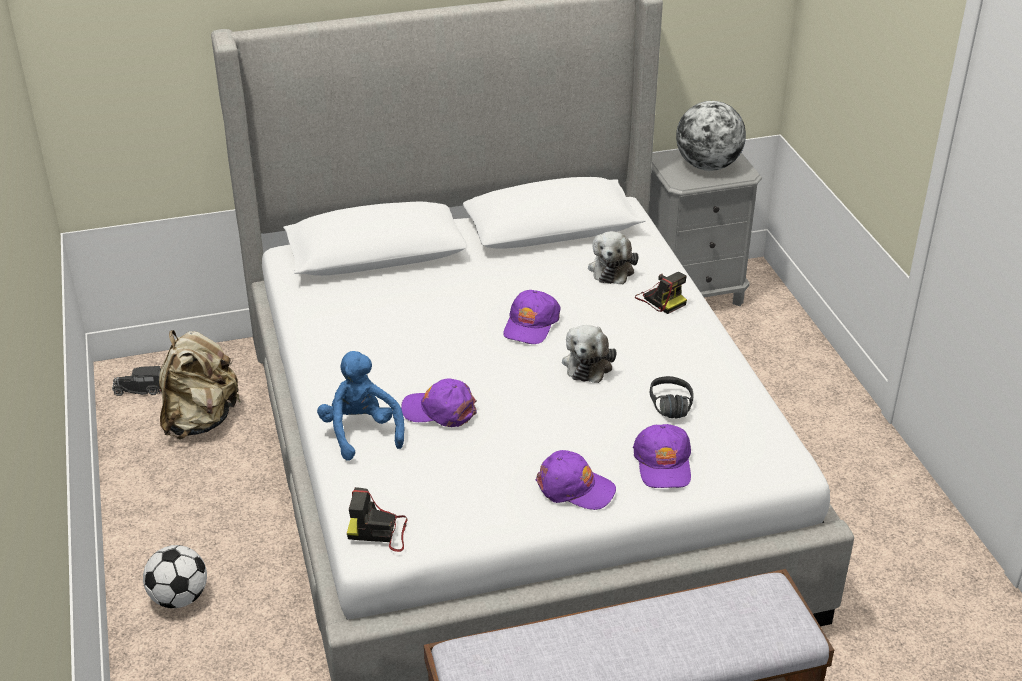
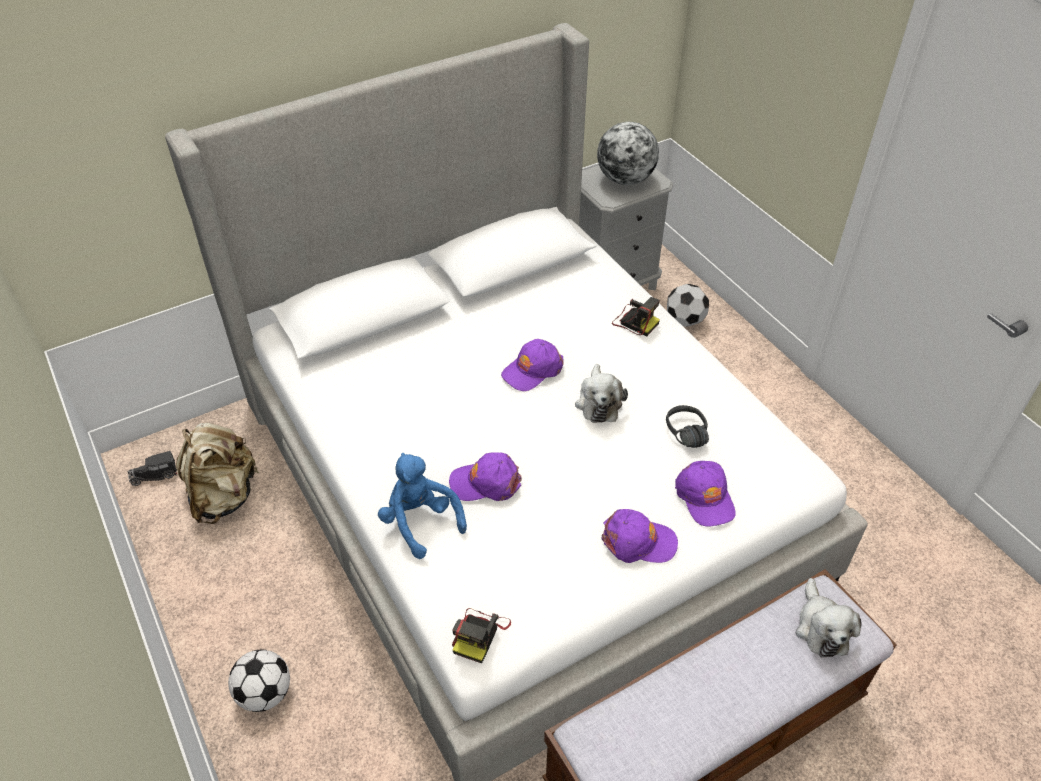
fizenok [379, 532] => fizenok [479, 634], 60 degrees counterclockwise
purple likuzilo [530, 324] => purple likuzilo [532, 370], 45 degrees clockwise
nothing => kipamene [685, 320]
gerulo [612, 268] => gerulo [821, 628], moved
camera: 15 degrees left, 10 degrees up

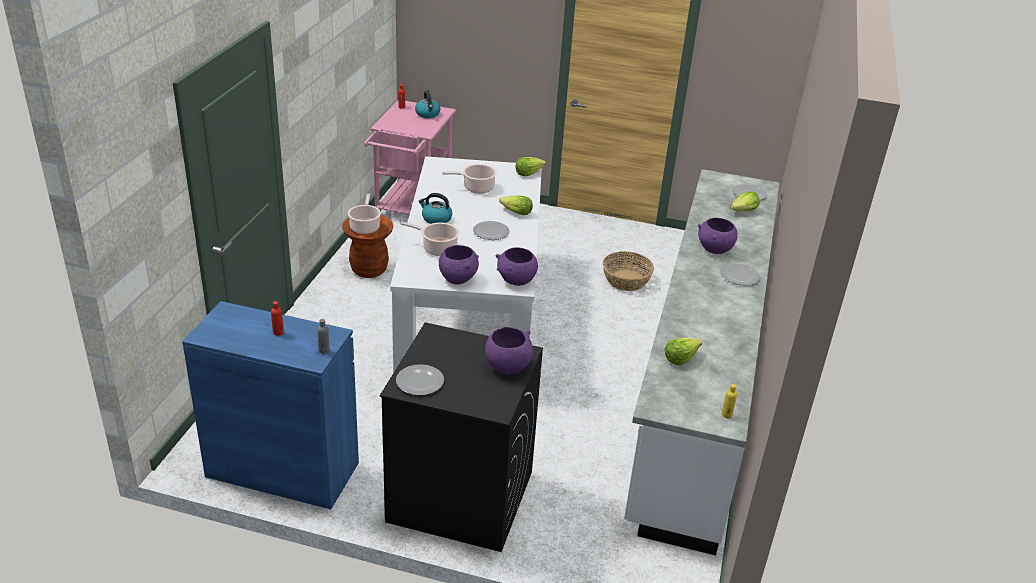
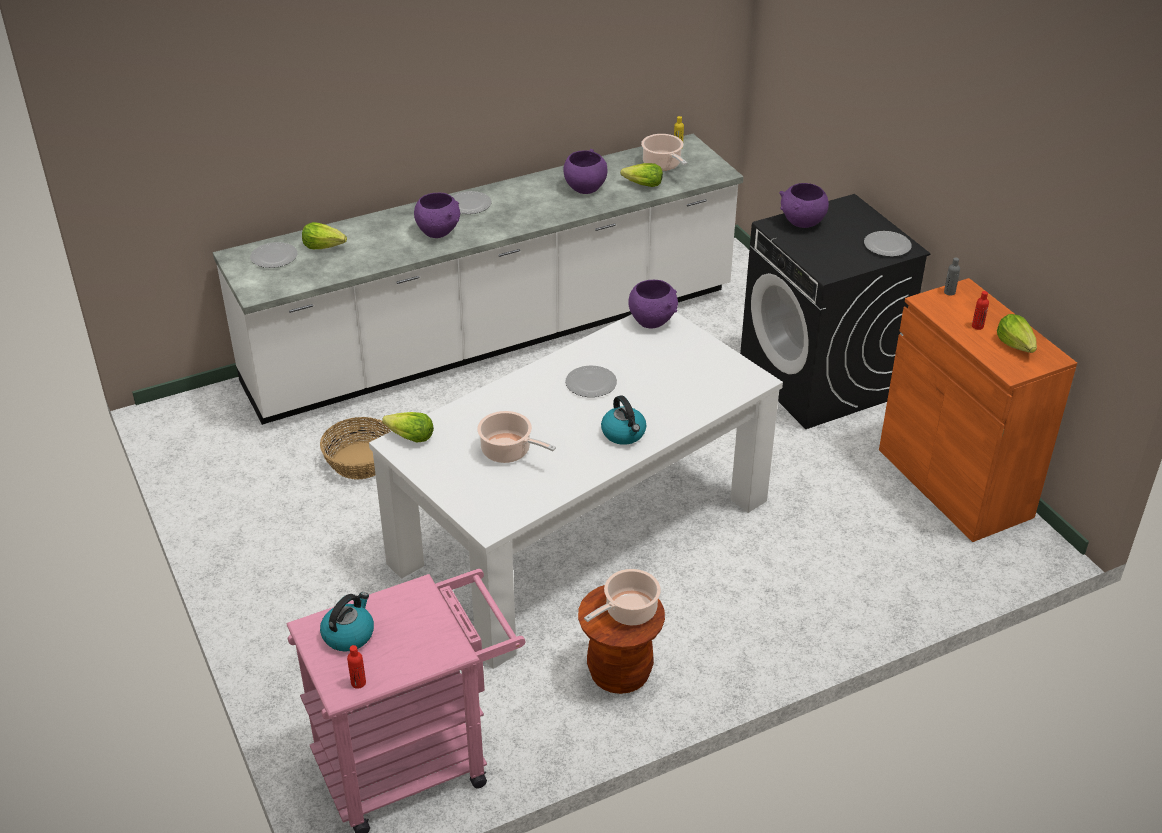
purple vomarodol [458, 279] => purple vomarodol [585, 188], moved
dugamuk [437, 248] => dugamuk [663, 165], moved
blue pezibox [283, 470] => orange pezibox [954, 483]
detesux [516, 212] => detesux [1016, 345], moved
camera: 130 degrees left, 5 degrees up

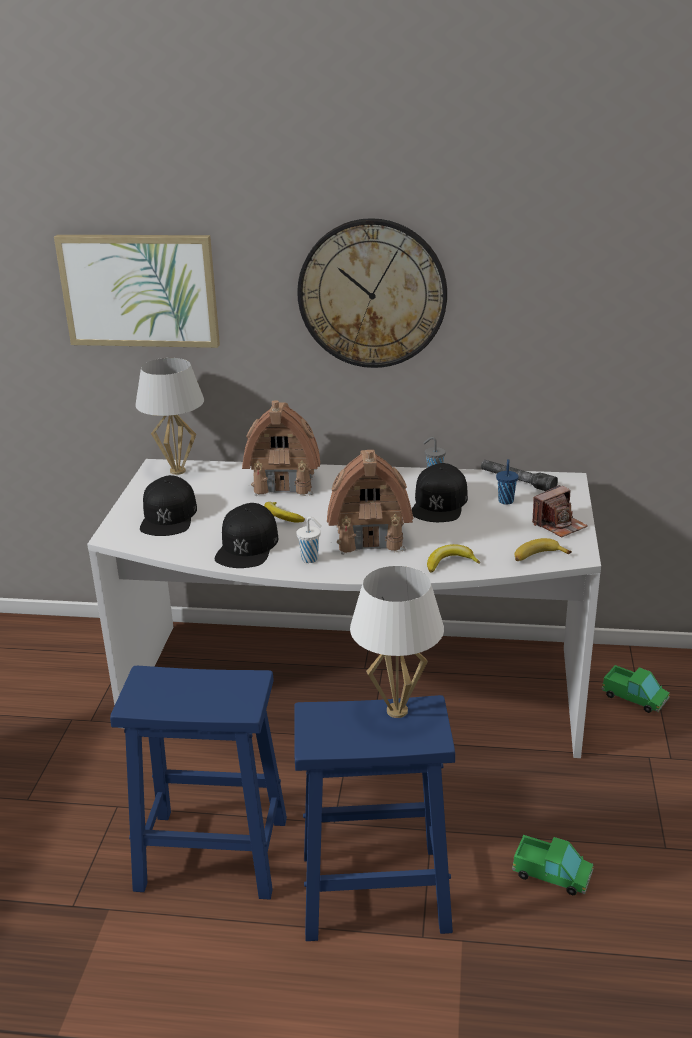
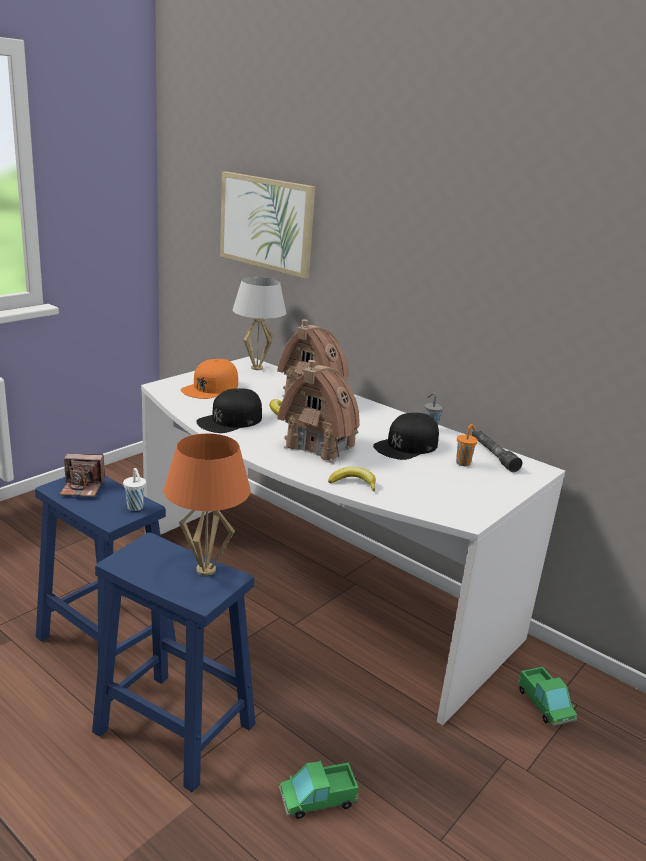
fizenok [559, 525] => fizenok [82, 487], moved
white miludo [310, 559] => white miludo [135, 508], moved
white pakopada [397, 711] => orange pakopada [205, 570]
black likuzilo [169, 516] => orange likuzilo [210, 388]
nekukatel [552, 874] => nekukatel [317, 799], 105 degrees clockwise
blue miludo [506, 500] => orange miludo [463, 463]
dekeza [372, 294] => nothing
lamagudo [538, 557] => nothing
camera: 30 degrees right, 5 degrees down

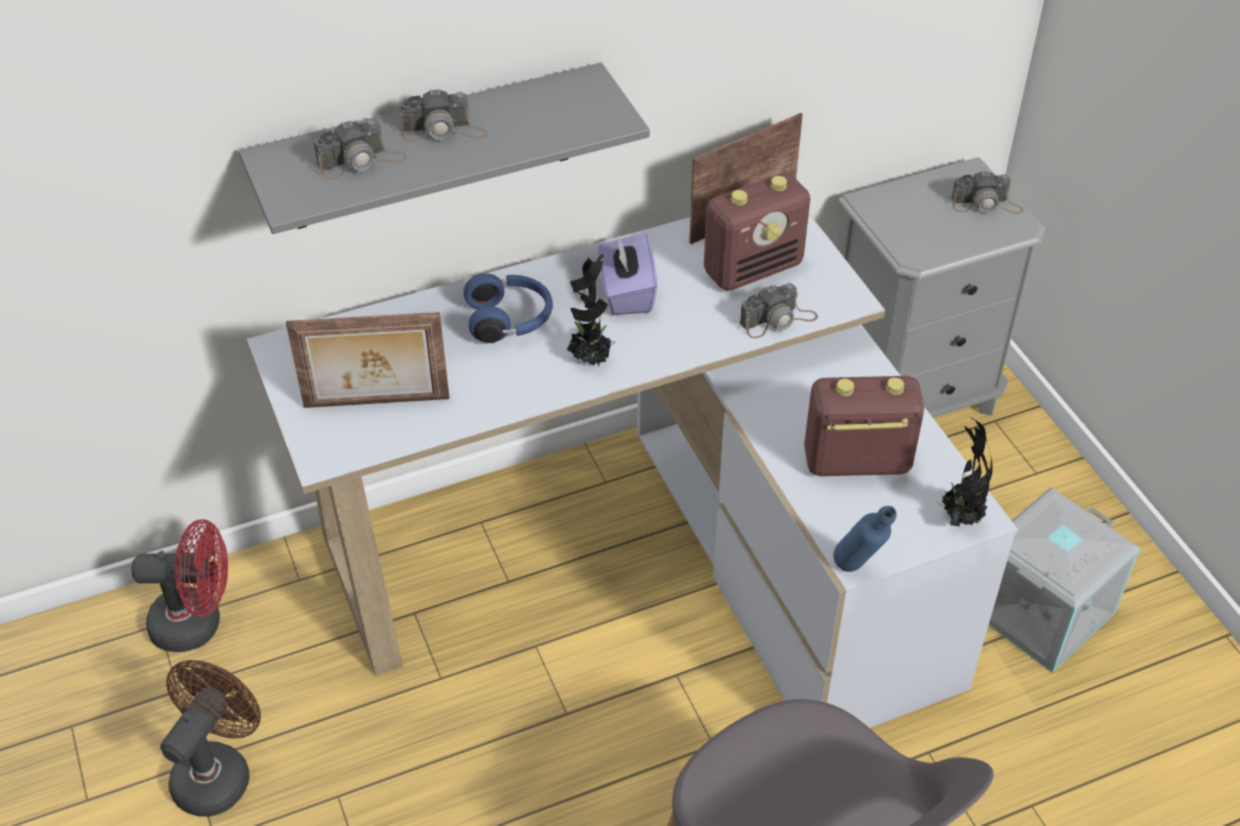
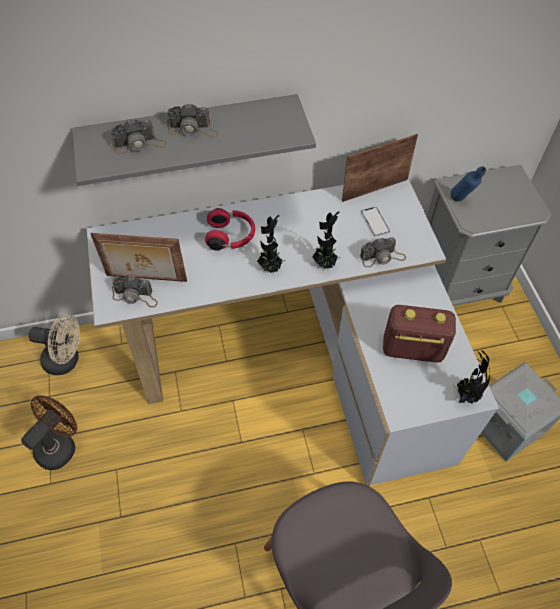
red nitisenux [198, 623] => beige nitisenux [67, 360]
fizenok [986, 204] => fizenok [136, 296], moved
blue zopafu [510, 320] => red zopafu [231, 236]
nothing => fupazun [325, 264]
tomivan [753, 268] => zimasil [375, 222]
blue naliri [858, 572] => blue naliri [461, 202], moved
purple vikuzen [626, 293] => nothing
camera: 10 degrees right, 10 degrees up

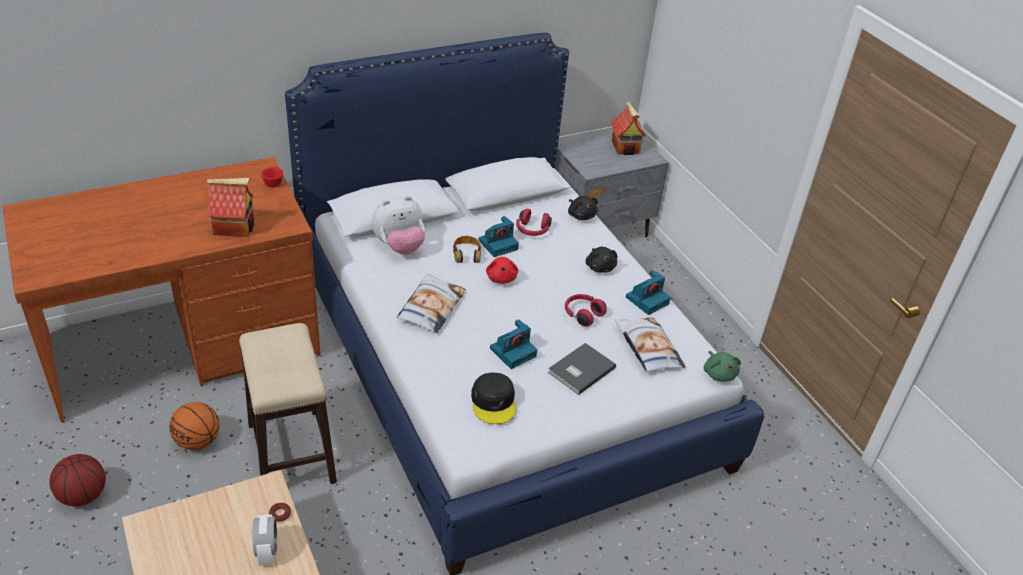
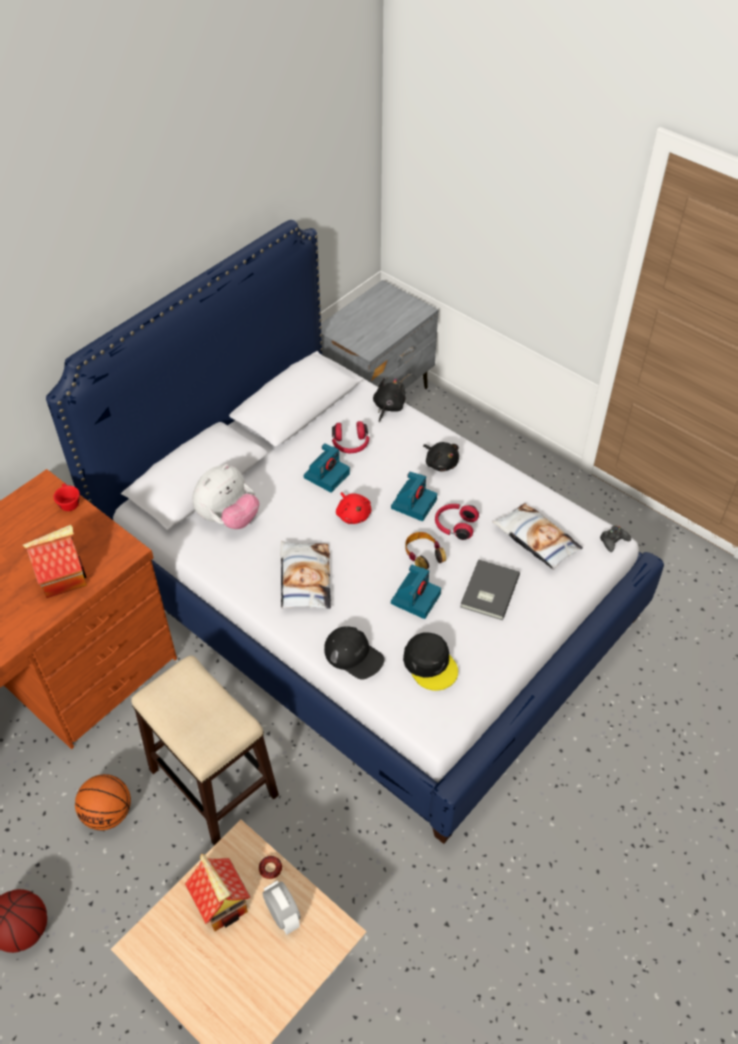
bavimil [626, 147] => bavimil [222, 903], moved
nothing => black likuzilo [354, 655]
black gerulo [581, 215] => black gerulo [388, 407], 105 degrees counterclockwise
fizenok [647, 300] => fizenok [414, 503], moved
zopafu [466, 254] => zopafu [423, 554], moved
green gerulo [719, 373] => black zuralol [613, 541]
camera: 20 degrees left, 10 degrees up

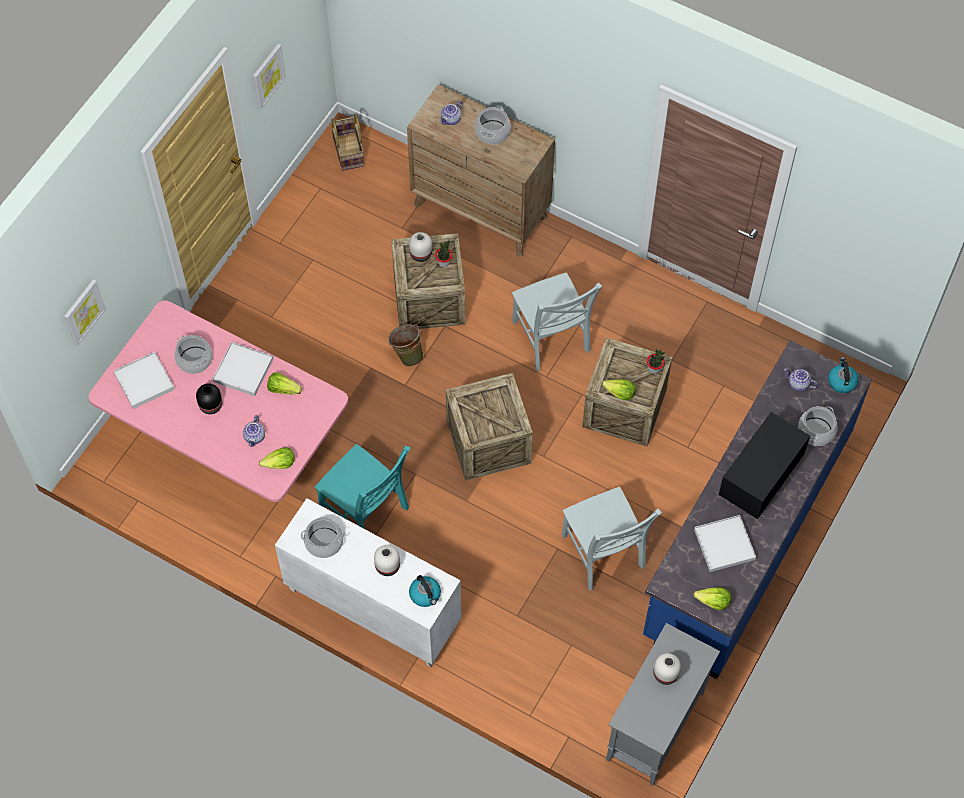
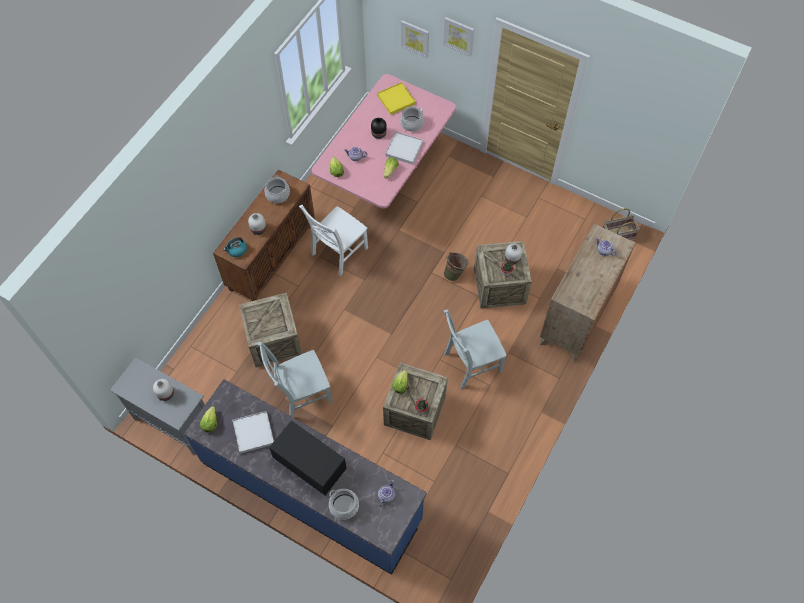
white pezibox [371, 608] => brown pezibox [271, 257]
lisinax [488, 442] => lisinax [273, 340], moved
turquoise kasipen [367, 512] => white kasipen [337, 252]
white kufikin [144, 382] => yellow kufikin [396, 100]
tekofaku [268, 75] => tekofaku [458, 36], moved
dugamuk [493, 132] => nothing
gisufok [841, 381] => nothing
camera: 90 degrees right, 0 degrees up

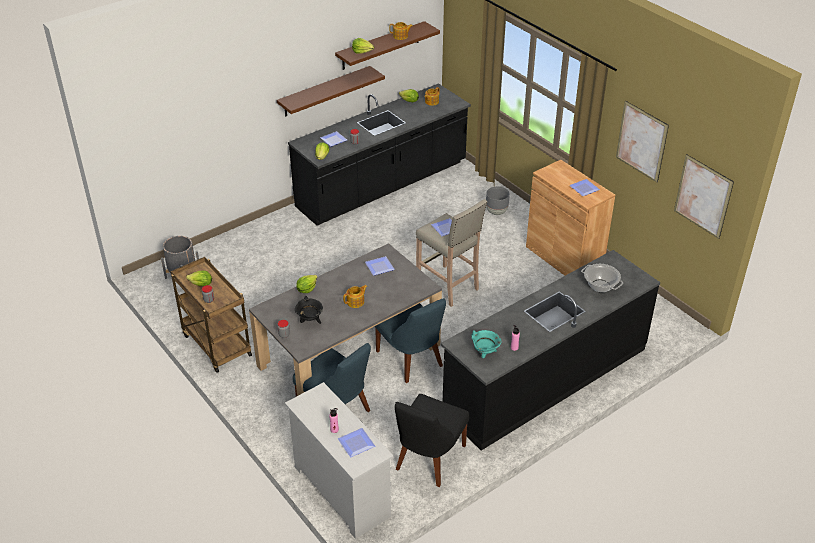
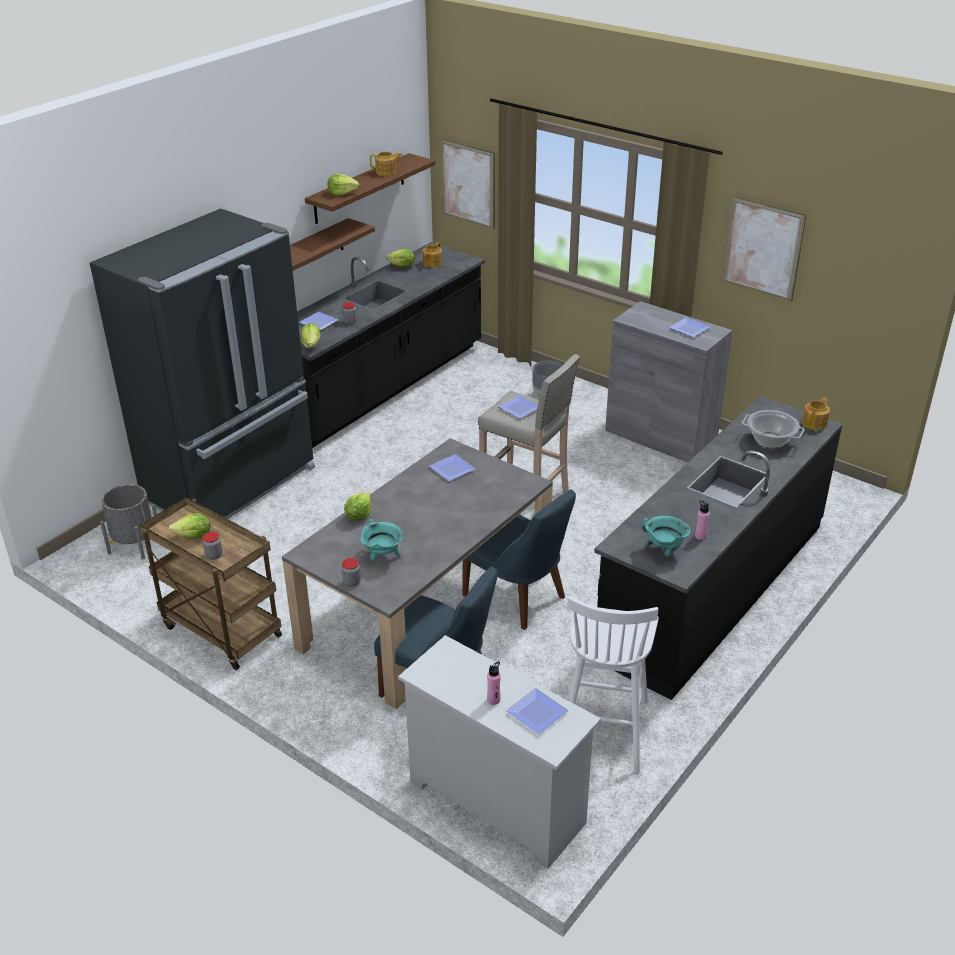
nothing => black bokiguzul [233, 485]
black dugamuk [310, 321] => turquoise dugamuk [383, 556]
tekofaku [703, 196] => tekofaku [468, 184], moved
black kasipen [428, 459] => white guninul [603, 728]
brown pezibox [564, 258] => grey pezibox [660, 436]
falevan [356, 302] => falevan [815, 423], moved
camera: 15 degrees left, 5 degrees down

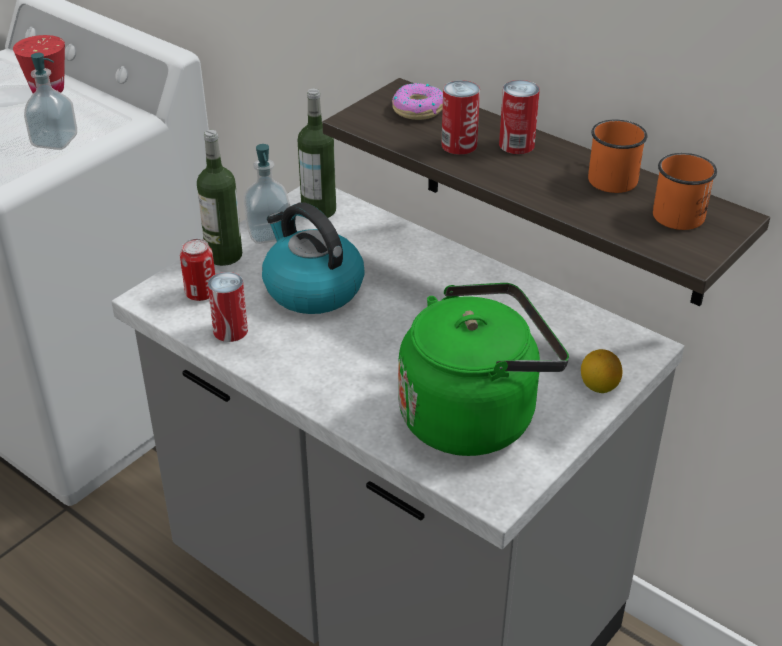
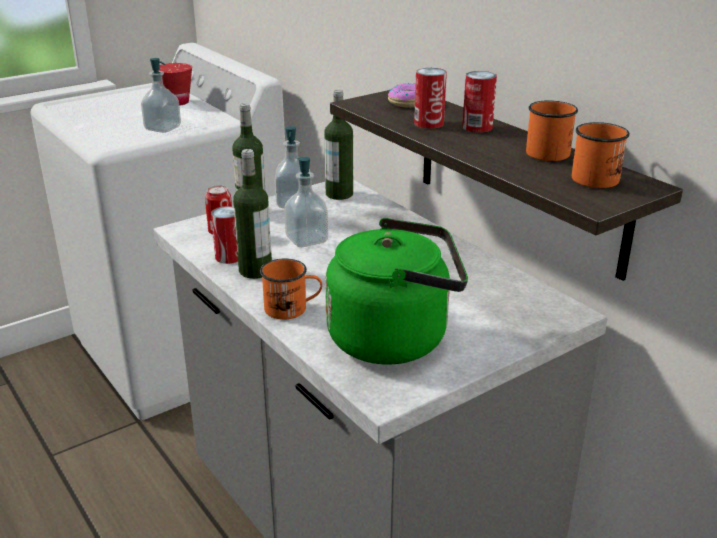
nothing => naliri [255, 270]
nothing => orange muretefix [292, 309]
gisufok [312, 289] => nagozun [307, 239]
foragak [599, 387] => nothing
camera: 15 degrees right, 10 degrees down

